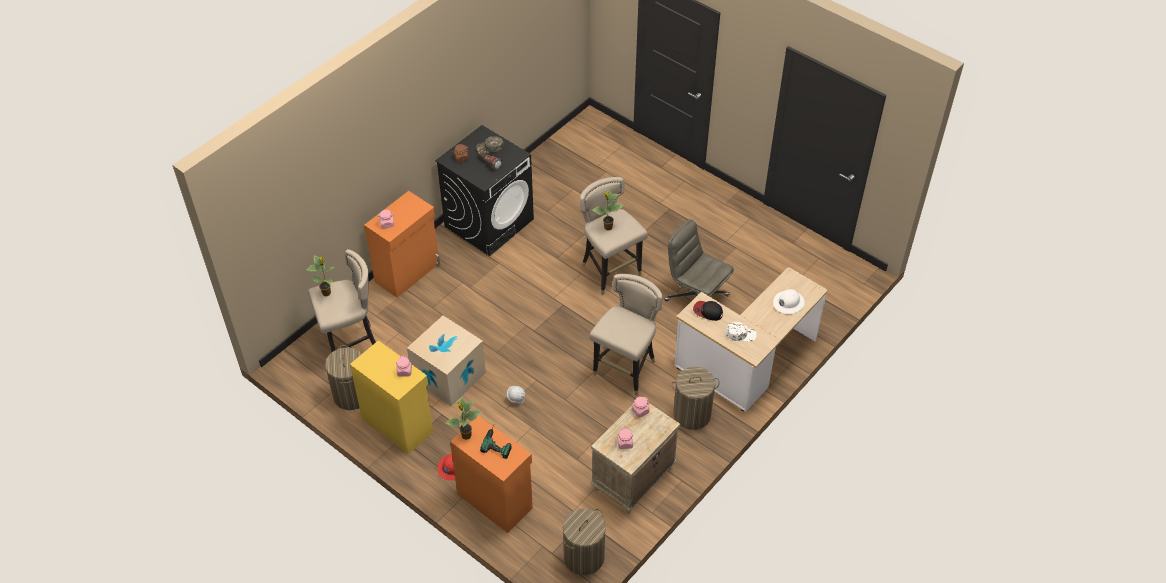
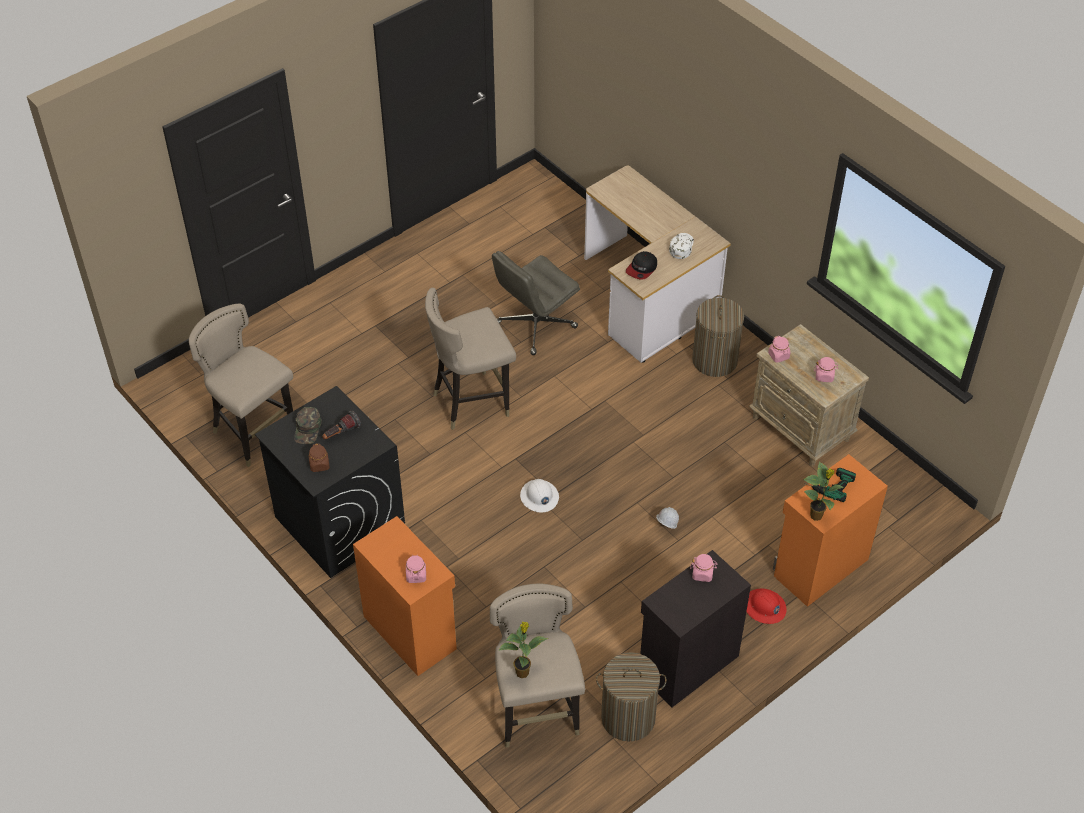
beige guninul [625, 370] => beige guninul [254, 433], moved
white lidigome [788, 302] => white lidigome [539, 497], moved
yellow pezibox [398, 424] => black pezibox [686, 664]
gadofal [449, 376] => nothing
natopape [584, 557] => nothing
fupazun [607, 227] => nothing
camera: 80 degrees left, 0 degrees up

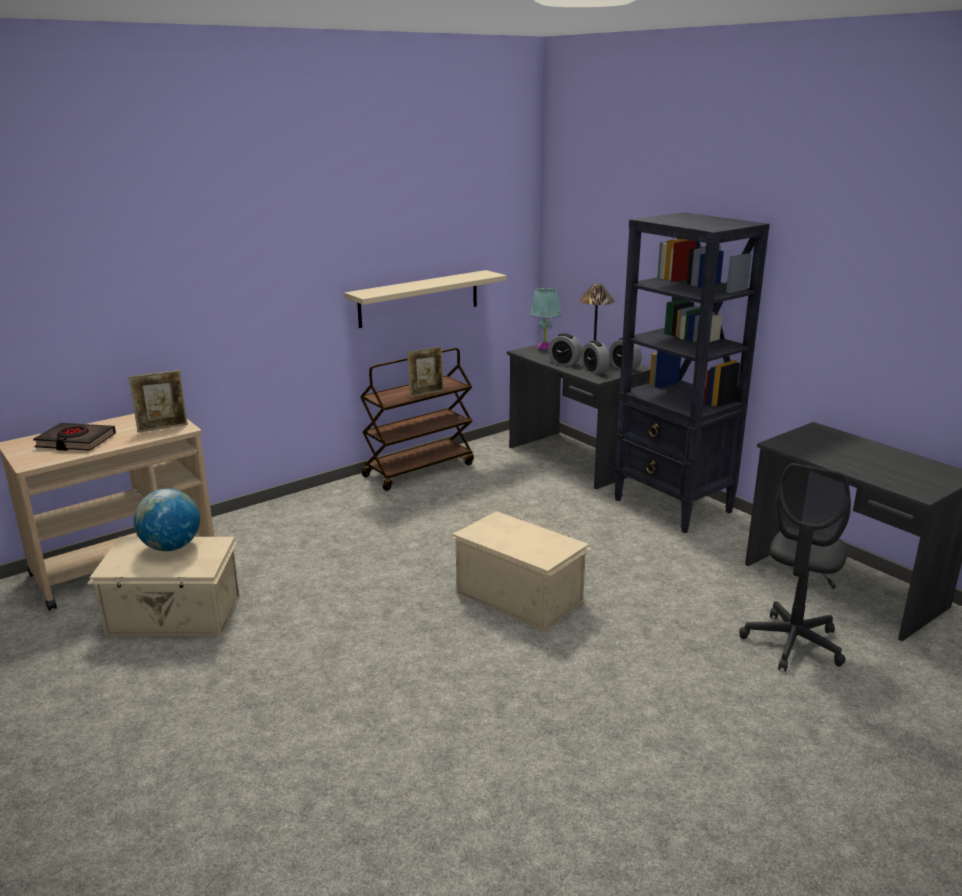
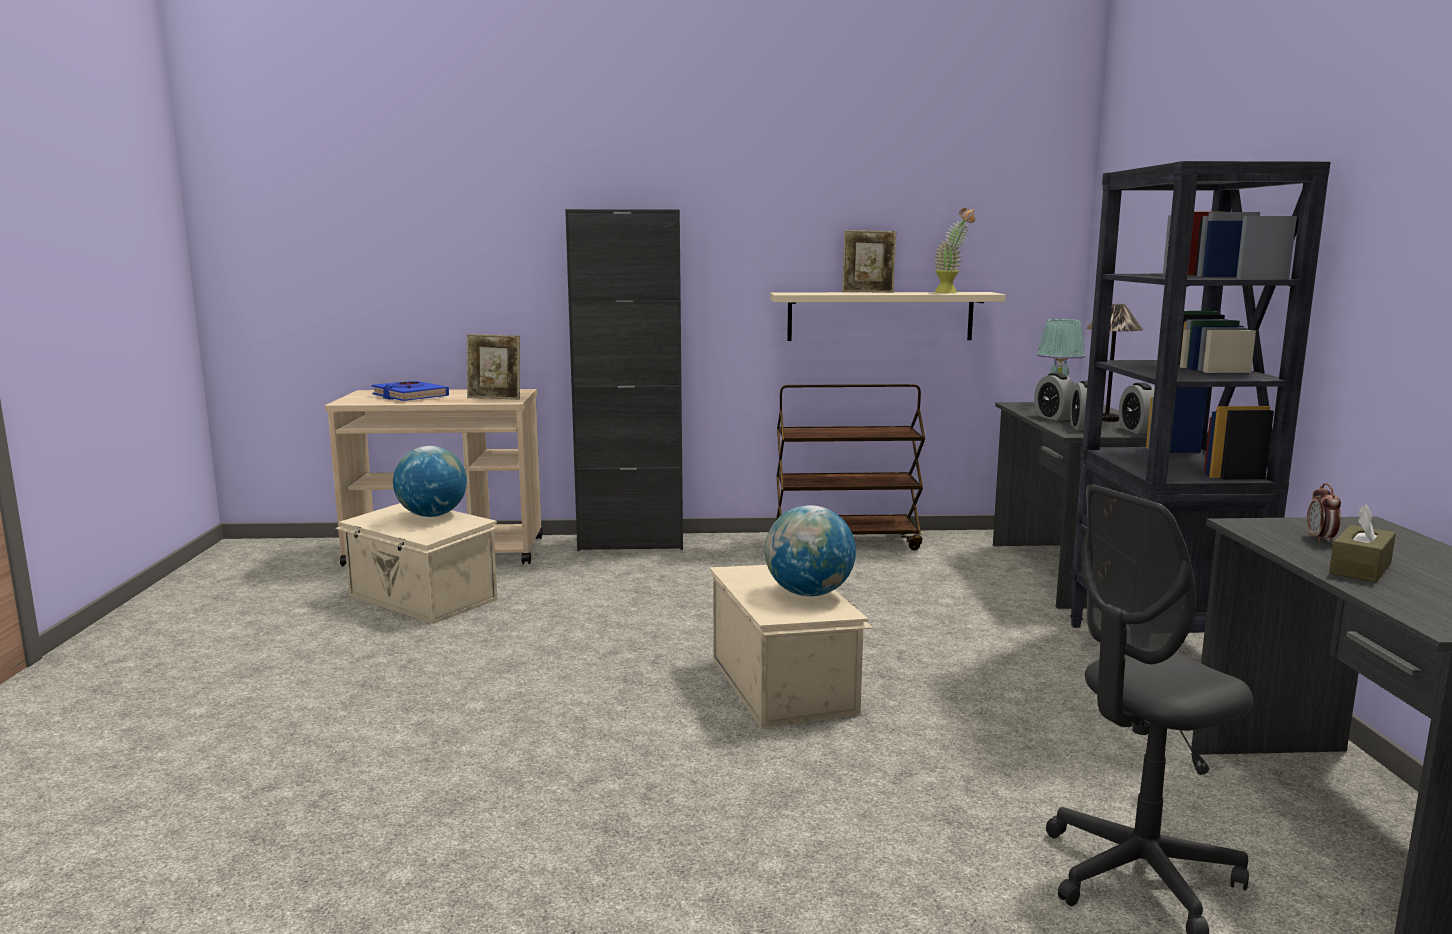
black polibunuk [76, 441] => blue polibunuk [410, 396]
nothing => black pezibox [631, 543]
nothing => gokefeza [809, 593]
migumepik [426, 393] => migumepik [868, 292], moved
nothing => fupazun [951, 292]
nothing => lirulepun [1320, 539]
nothing => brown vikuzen [1360, 568]
camera: 35 degrees right, 10 degrees down

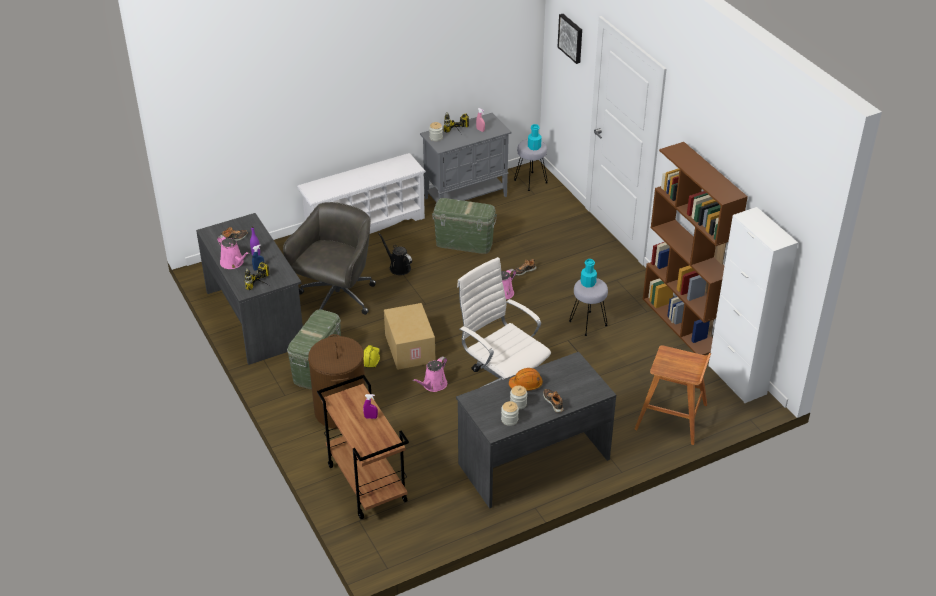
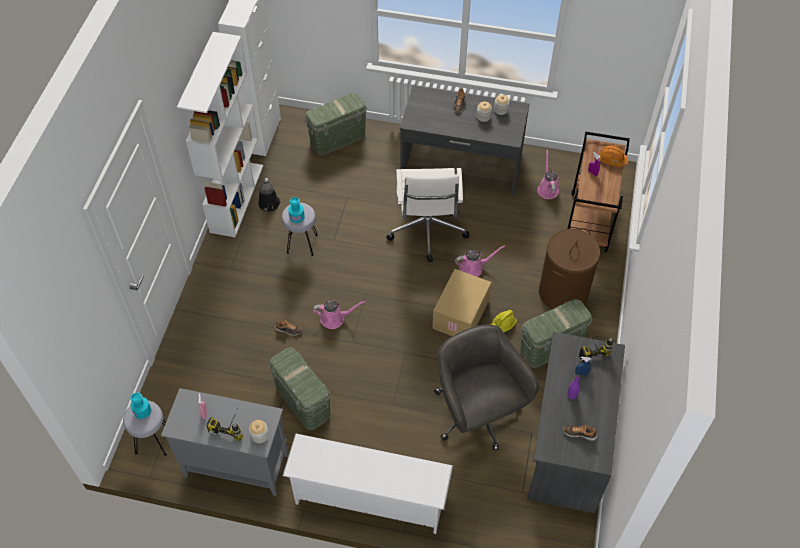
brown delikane [682, 323] => white delikane [236, 198]
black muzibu [398, 267] => black muzibu [269, 205], moved
brown guninul [672, 417] => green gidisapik [338, 138]
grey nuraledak [336, 298] => grey nuraledak [476, 415], 90 degrees clockwise
pink muzibu [233, 263] => pink muzibu [547, 189], moved
orange lidigome [526, 384] => orange lidigome [612, 159], moved
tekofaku [571, 38] => nothing
camera: 140 degrees left, 15 degrees up

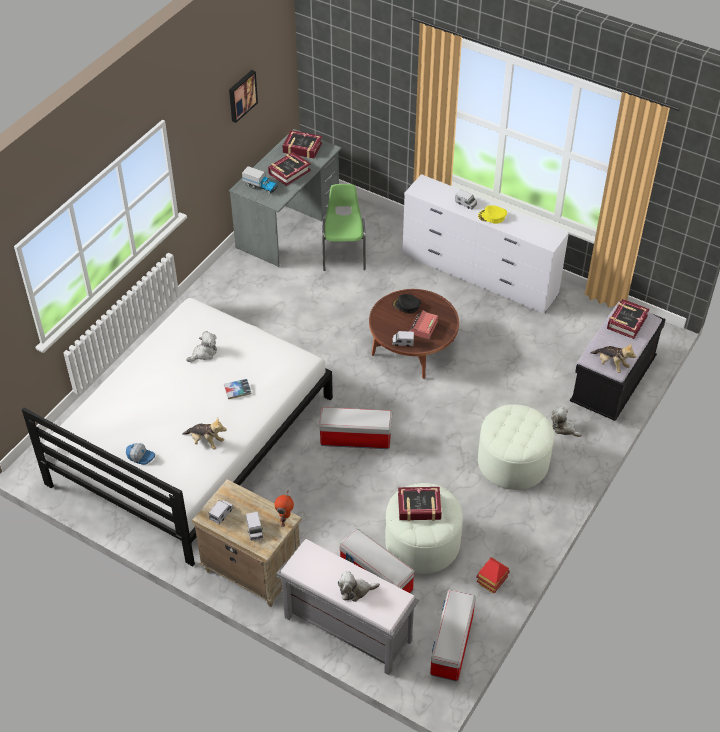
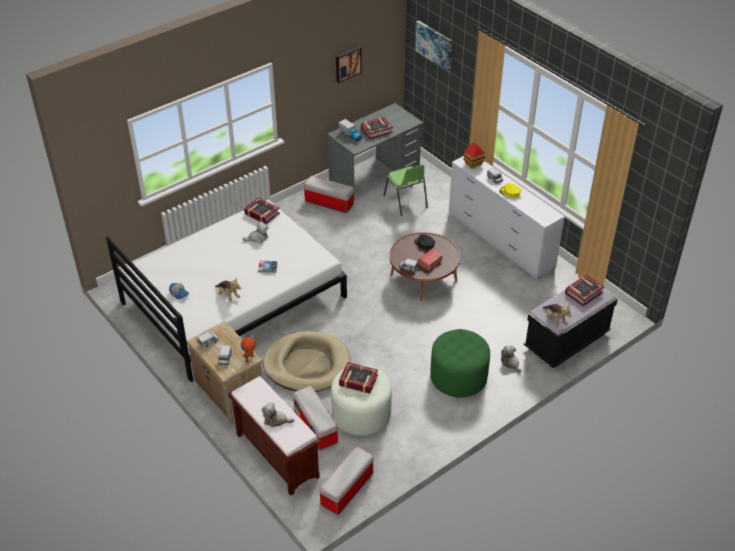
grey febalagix [346, 629] => brown febalagix [276, 455]
polibunuk [302, 148] => polibunuk [262, 214], moved
nothing => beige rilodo [307, 365]
gidisapik [354, 439] => gidisapik [328, 203], moved
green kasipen [344, 253] => green kasipen [406, 202], 135 degrees clockwise
nothing => tekofaku [435, 45]
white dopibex [513, 462] => green dopibex [458, 377]
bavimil [491, 583] => bavimil [473, 164], moved
camera: 20 degrees right, 5 degrees down

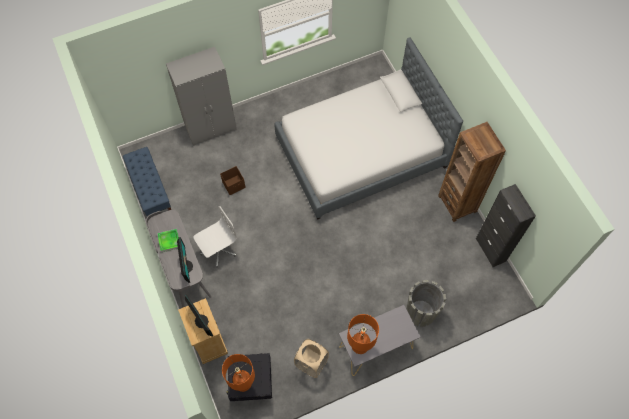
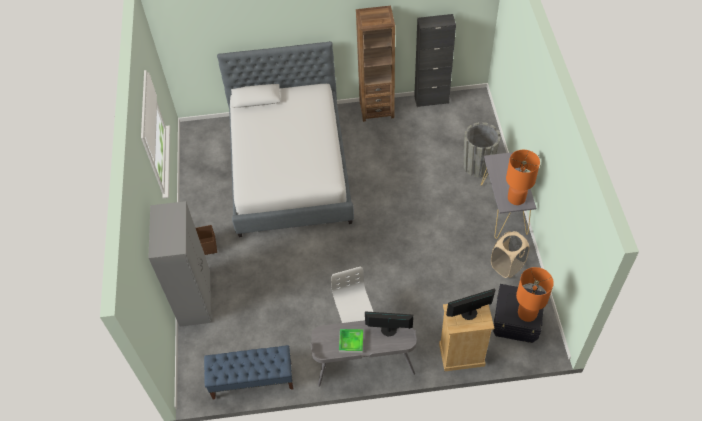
brown gidisapik [234, 185] => brown gidisapik [207, 246], moved
camera: 70 degrees left, 10 degrees down

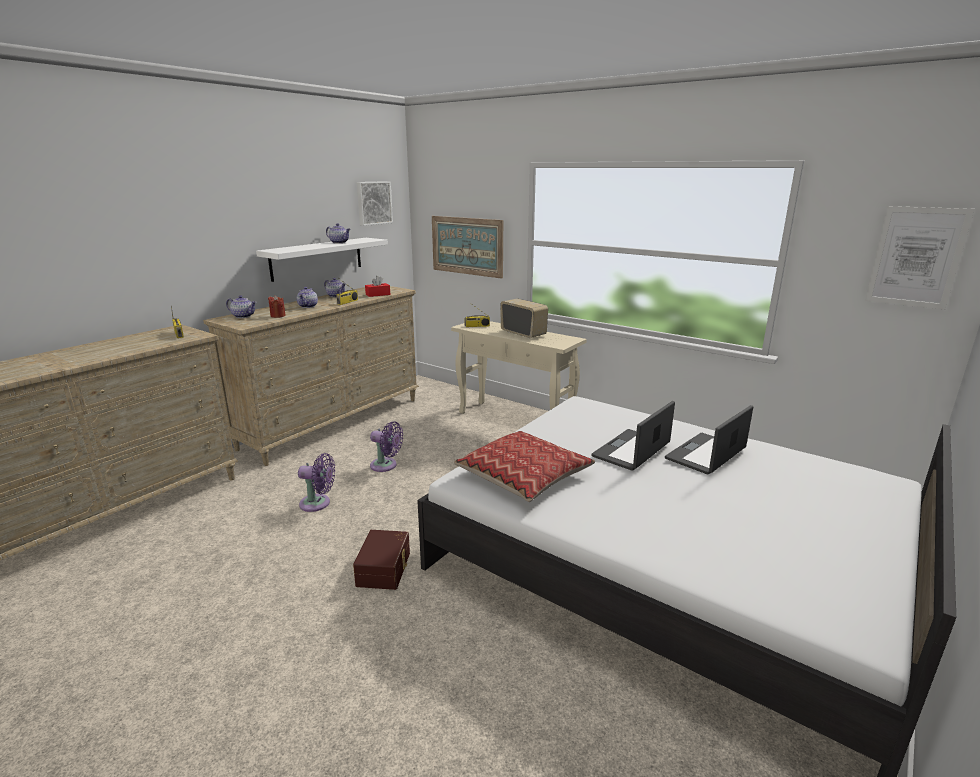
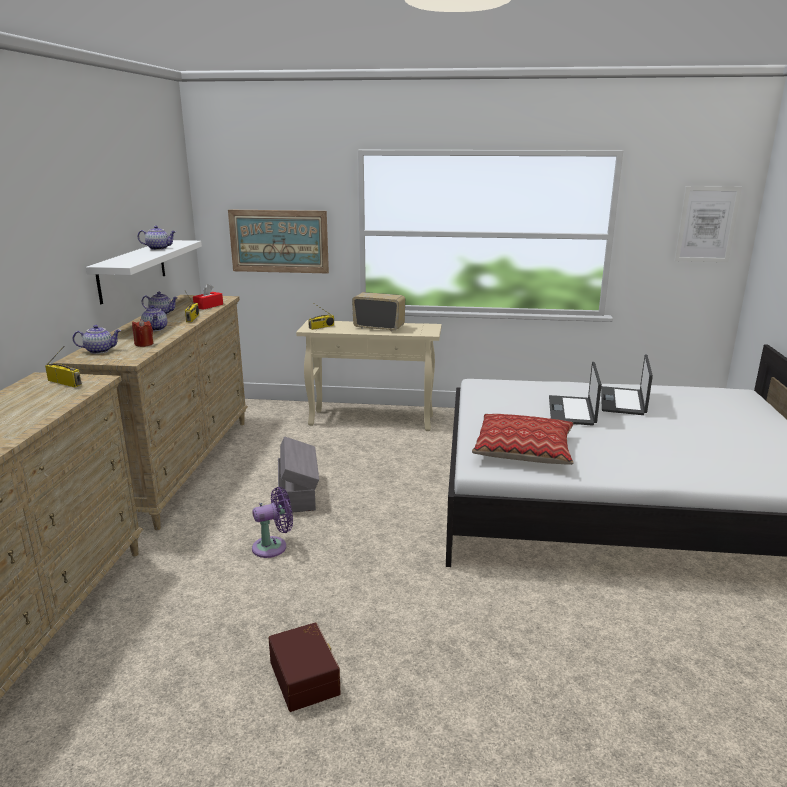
brown gidisapik [385, 569] => brown gidisapik [306, 677], moved
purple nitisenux [386, 466] => grey gidisapik [298, 492]
tekofaku [373, 203] => nothing
camera: 30 degrees left, 0 degrees up

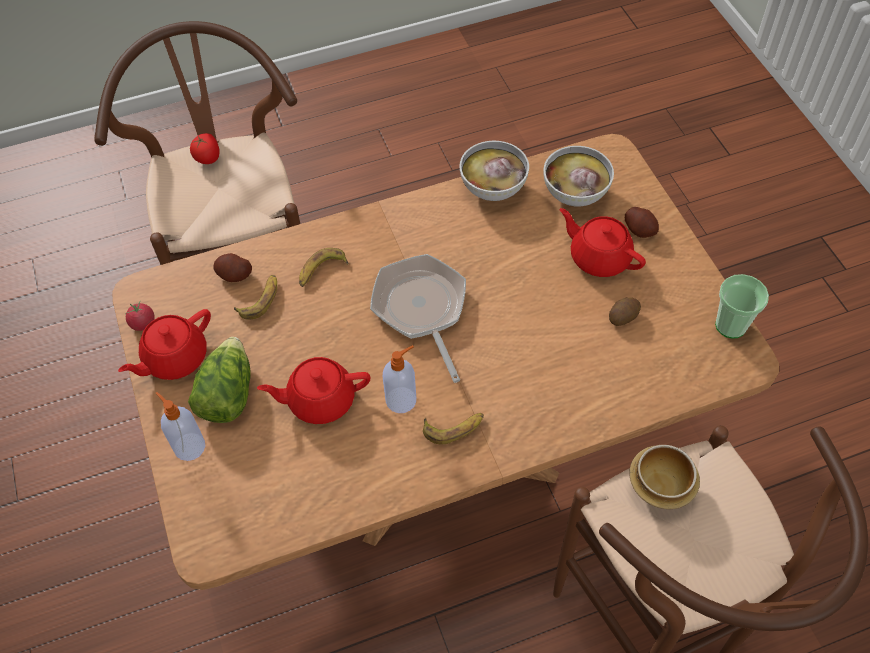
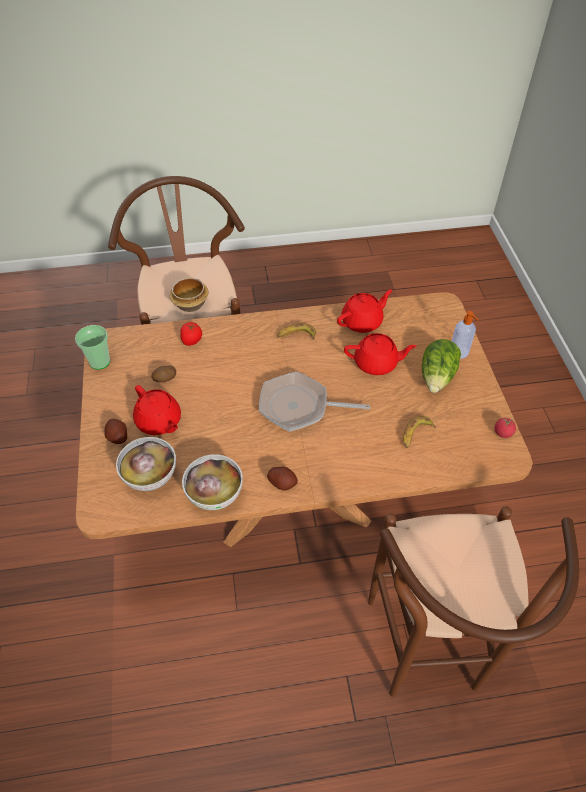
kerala [208, 158] => kerala [191, 340], moved
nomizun [421, 310] => nomizun [299, 407], 105 degrees clockwise
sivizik [234, 275] => sivizik [282, 483], moved
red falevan [174, 358] => red falevan [362, 322], moved
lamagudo [321, 271] => nothing
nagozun [402, 399] => nothing
camera: 170 degrees left, 5 degrees down

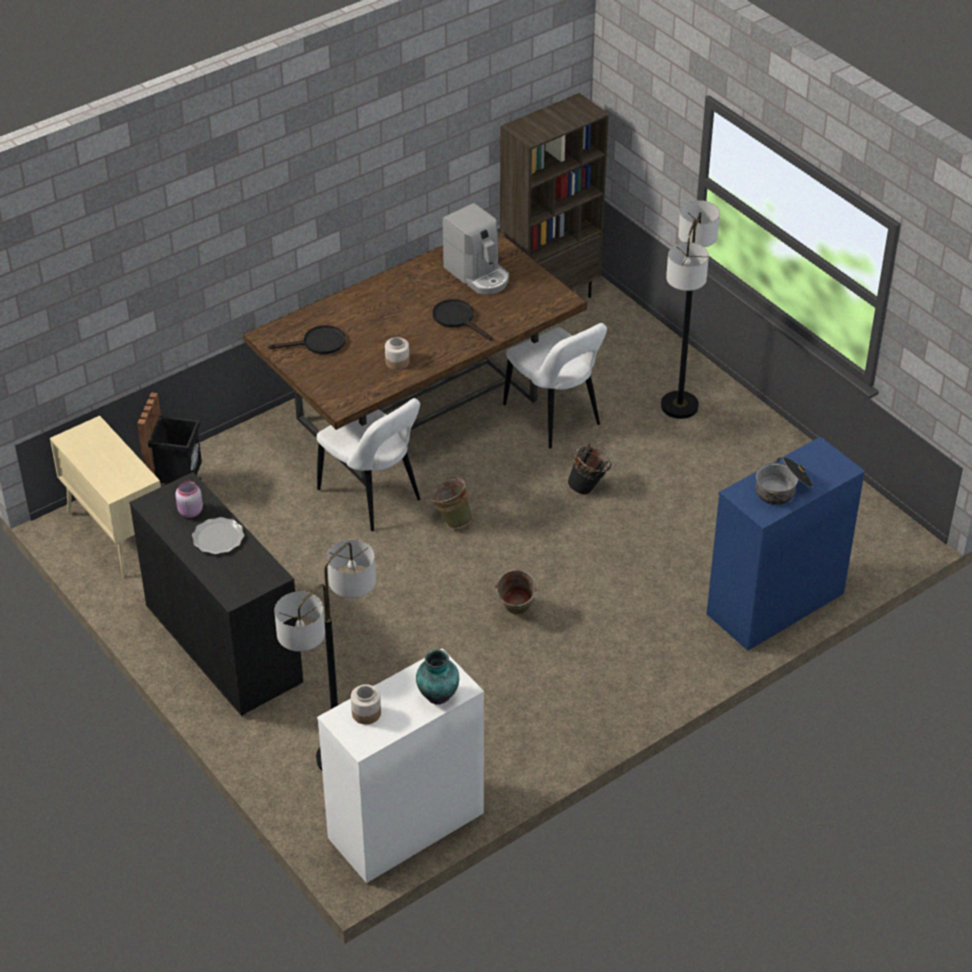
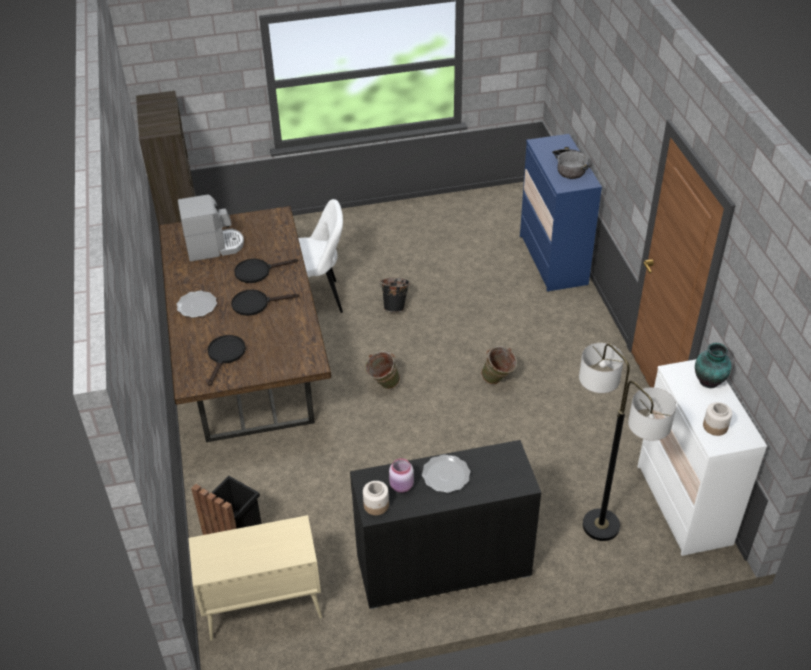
nothing => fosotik [197, 306]
nothing => black nomizun [255, 304]
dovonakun [397, 362] => dovonakun [376, 505], moved
white kasipen [372, 497] => nothing
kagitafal [679, 406] => nothing
camera: 65 degrees left, 0 degrees up

